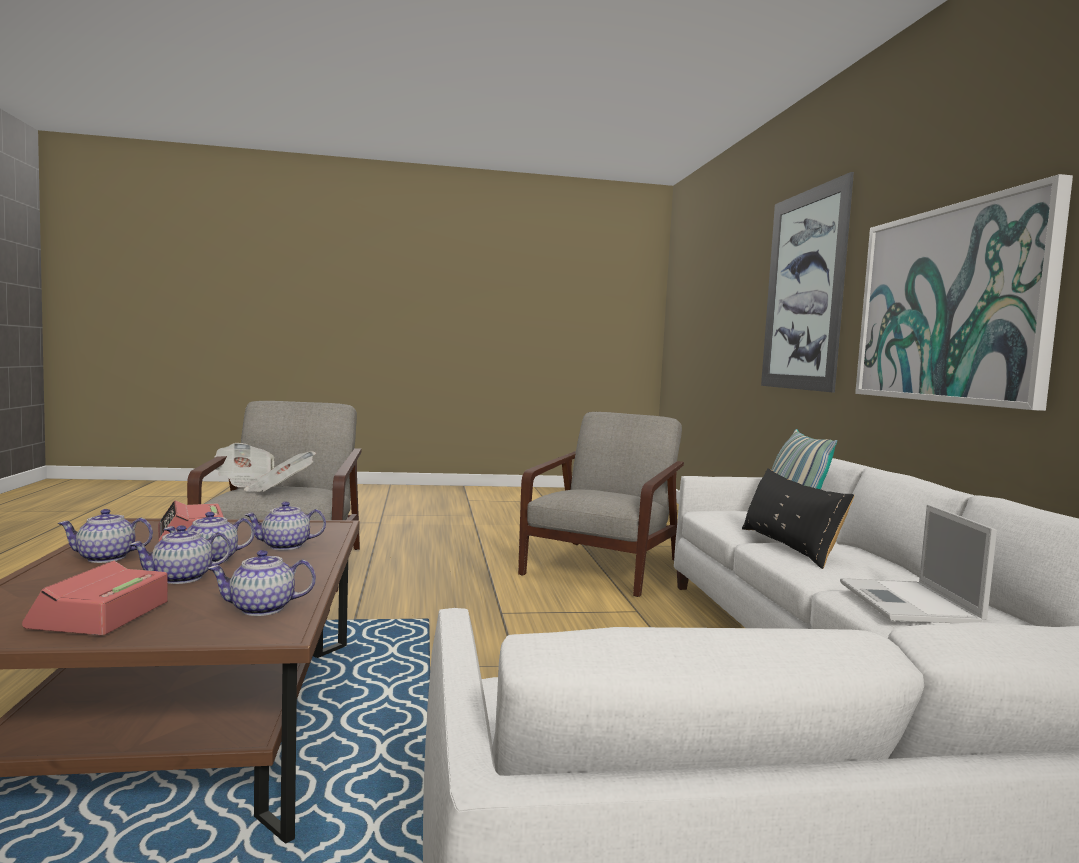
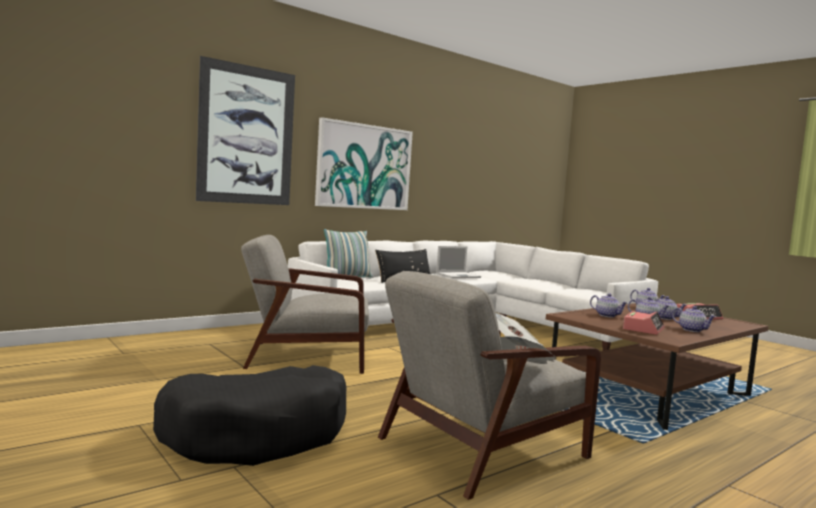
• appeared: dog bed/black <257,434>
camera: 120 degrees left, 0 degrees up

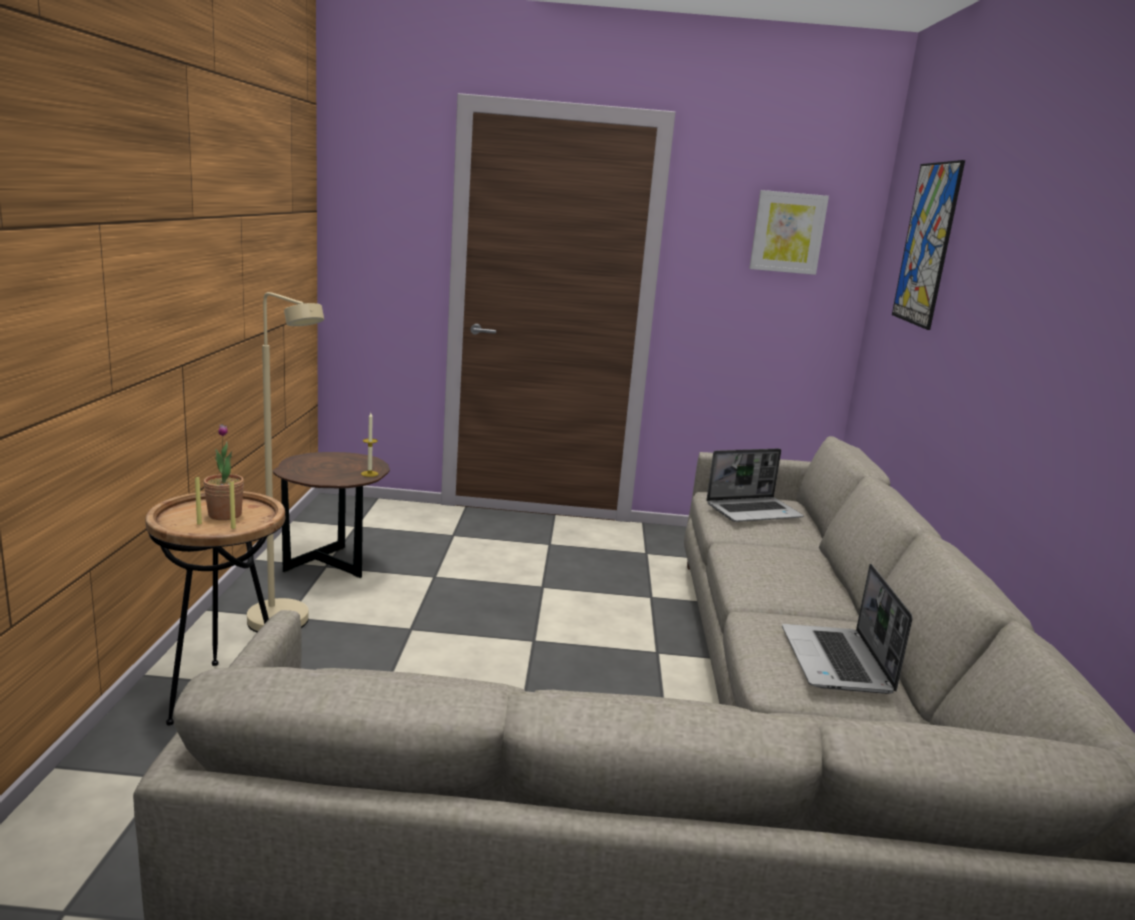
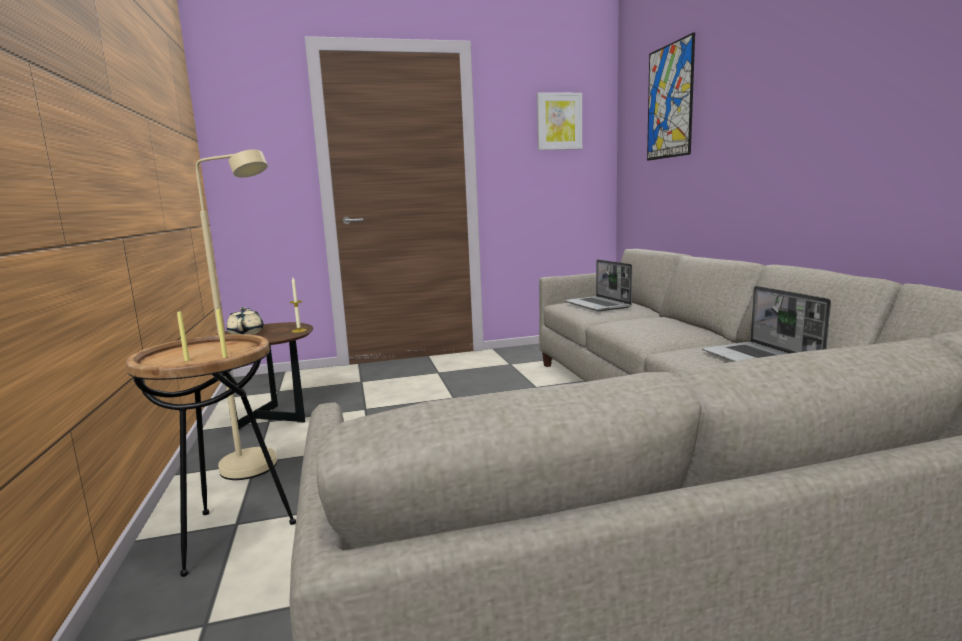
• missing: potted plant <225,515>
• spun: laptop <754,511> = <598,305> 105 degrees clockwise
• appeared: teapot/beige <246,333>
camera: 15 degrees left, 5 degrees down

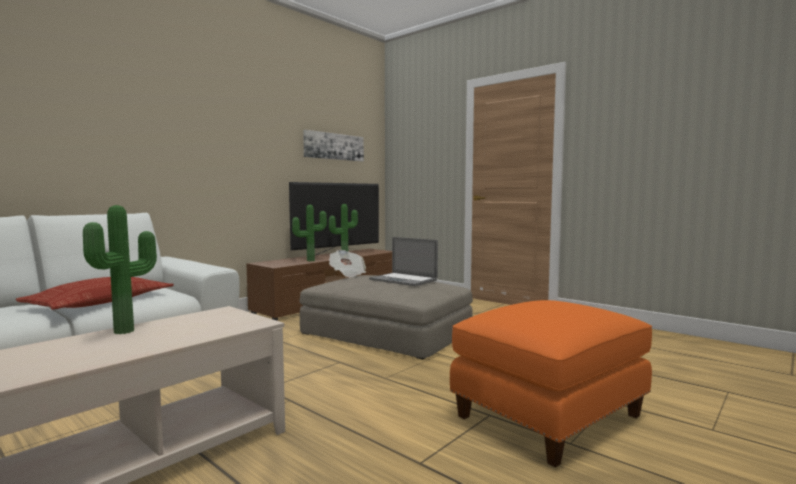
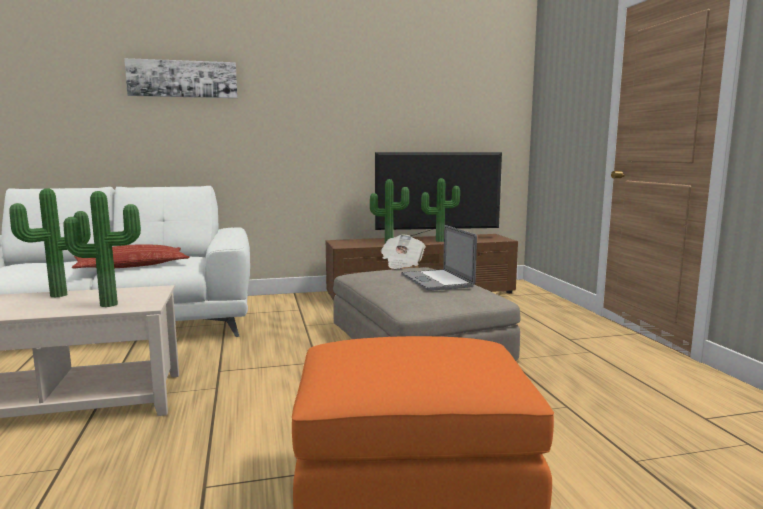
• relocated: picture <334,146> to <182,79>
• appeared: potted plant <109,304>
camera: 35 degrees right, 5 degrees up

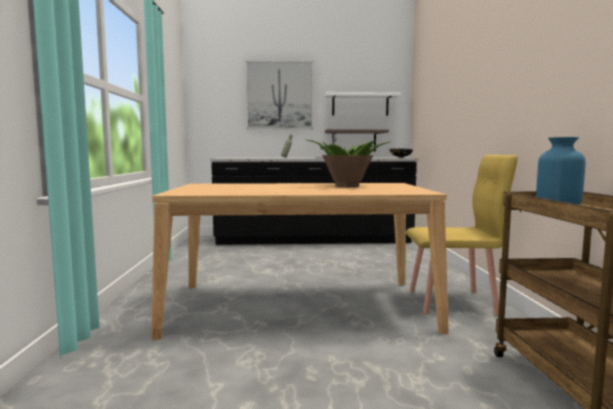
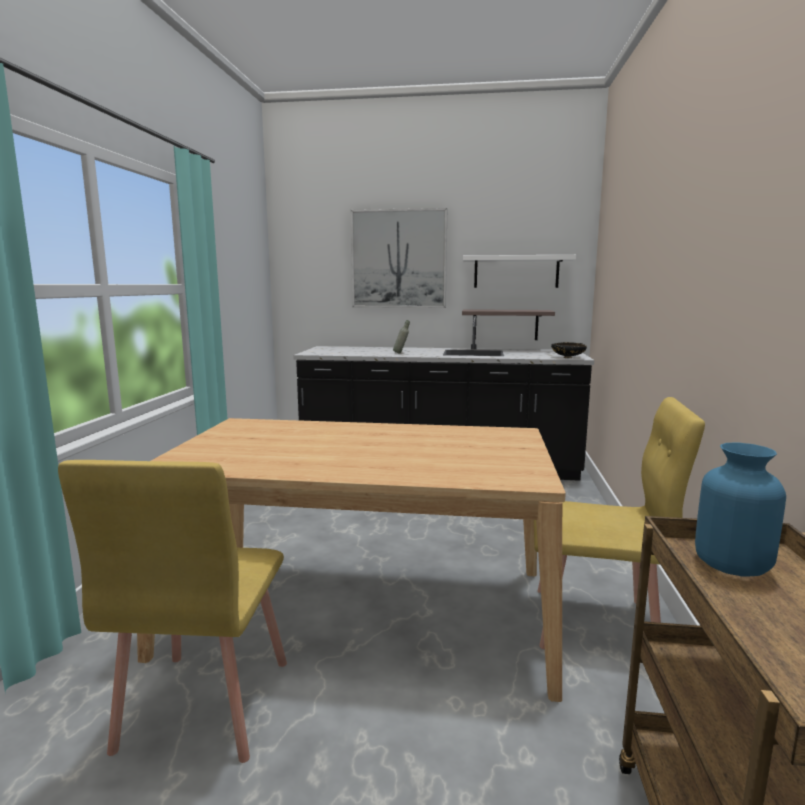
• missing: potted plant <346,186>
• appeared: chair/yellow <204,705>
camera: 10 degrees right, 5 degrees up

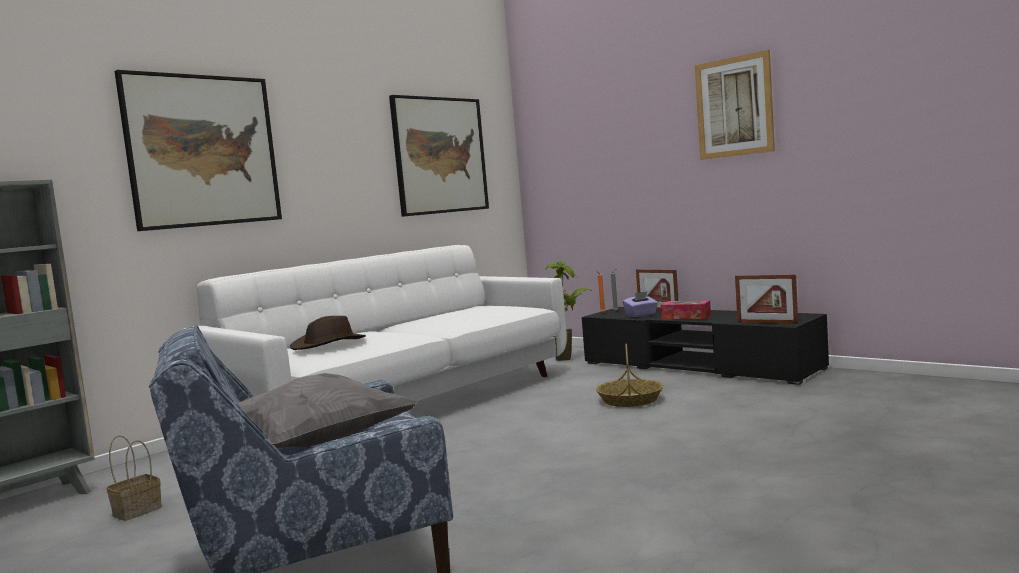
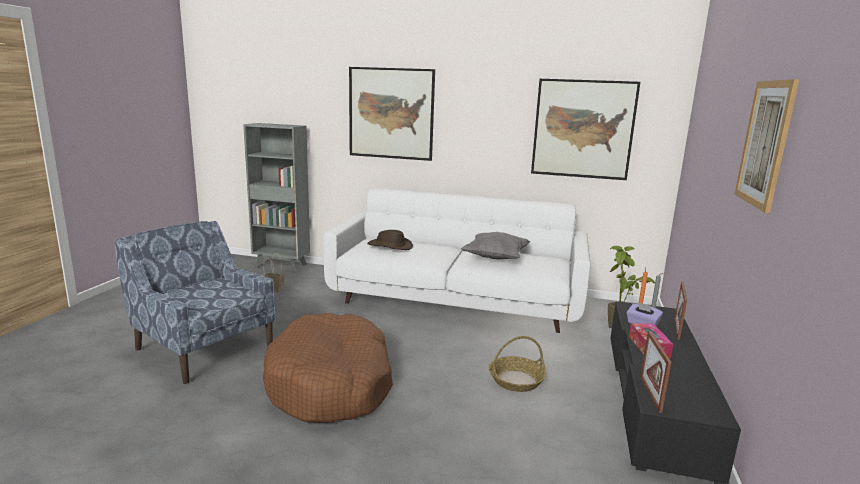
• relocated: pillow/grey <317,445> to <495,258>
• appeared: dog bed/brown <331,384>
camera: 60 degrees right, 10 degrees up

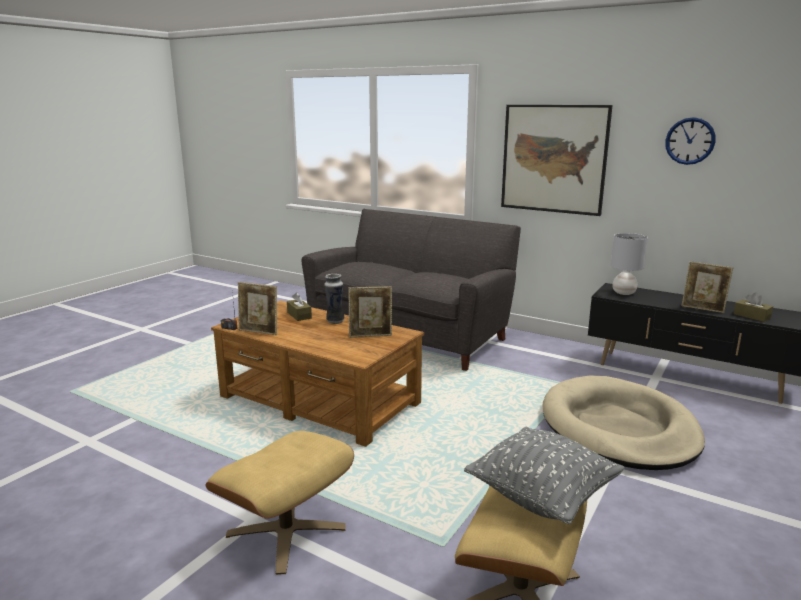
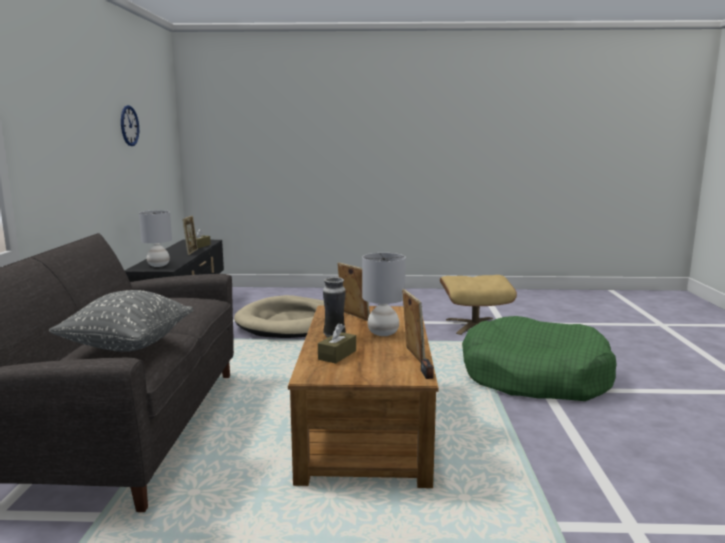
• missing: picture <554,159>
• relocated: pillow/grey <542,497> to <128,345>
• exchanged: ottoman/beige <286,531> to dog bed/green <534,377>
• appeared: table lamp/grey <383,333>
camera: 120 degrees left, 5 degrees down

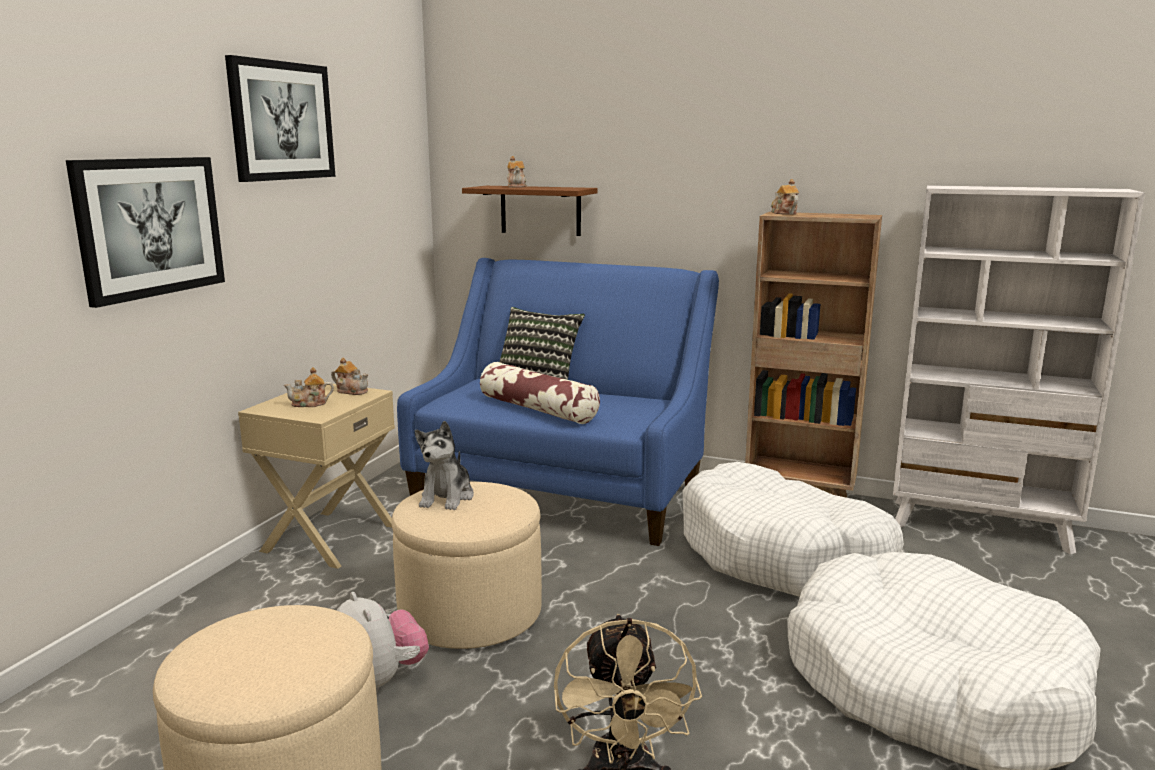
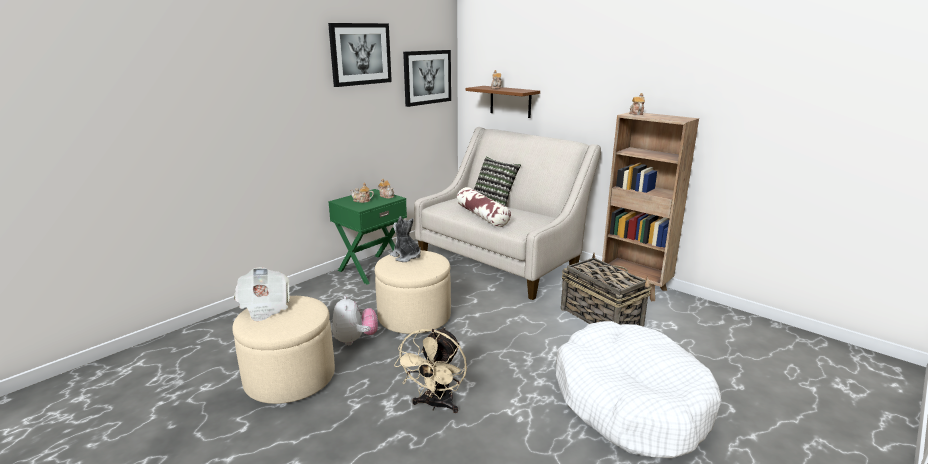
• relocated: picture <150,227> to <427,77>
• missing: bookcase/white <981,527>
• colour: sofa/blue <562,490> to sofa/beige <501,262>
• colour: nightstand/beige <328,538> to nightstand/green <371,268>
• spun: plush toy <447,497> = <406,257> 105 degrees clockwise
• exchanged: dog bed/white <783,555> to basket <600,317>
• appeared: newspaper <264,307>
camera: 20 degrees right, 5 degrees up

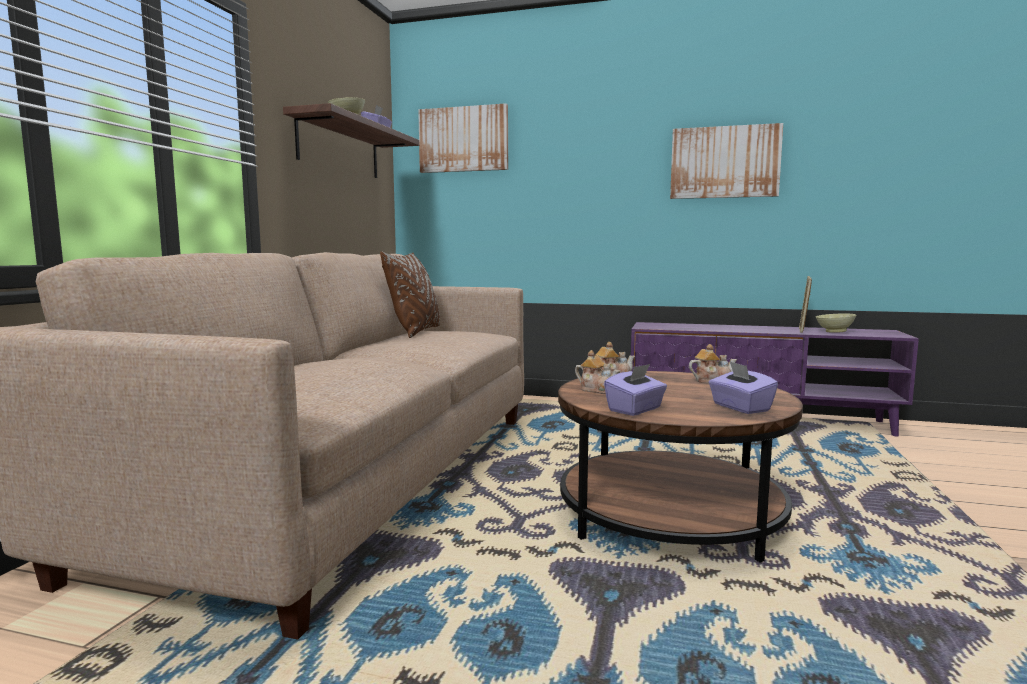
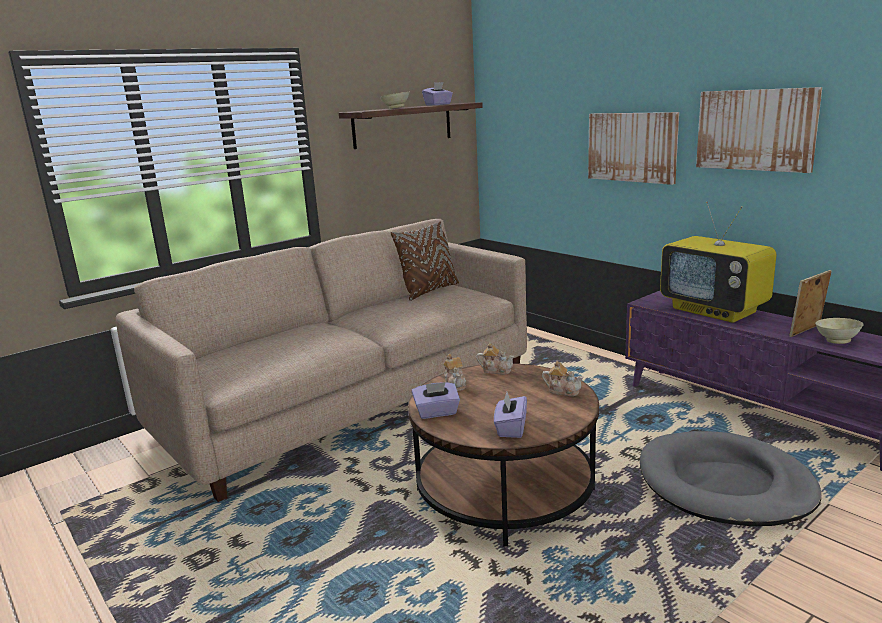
• relocated: picture <463,139> to <632,147>
• appeared: television <715,310>
• appeared: dog bed/grey <724,484>
camera: 35 degrees right, 10 degrees up

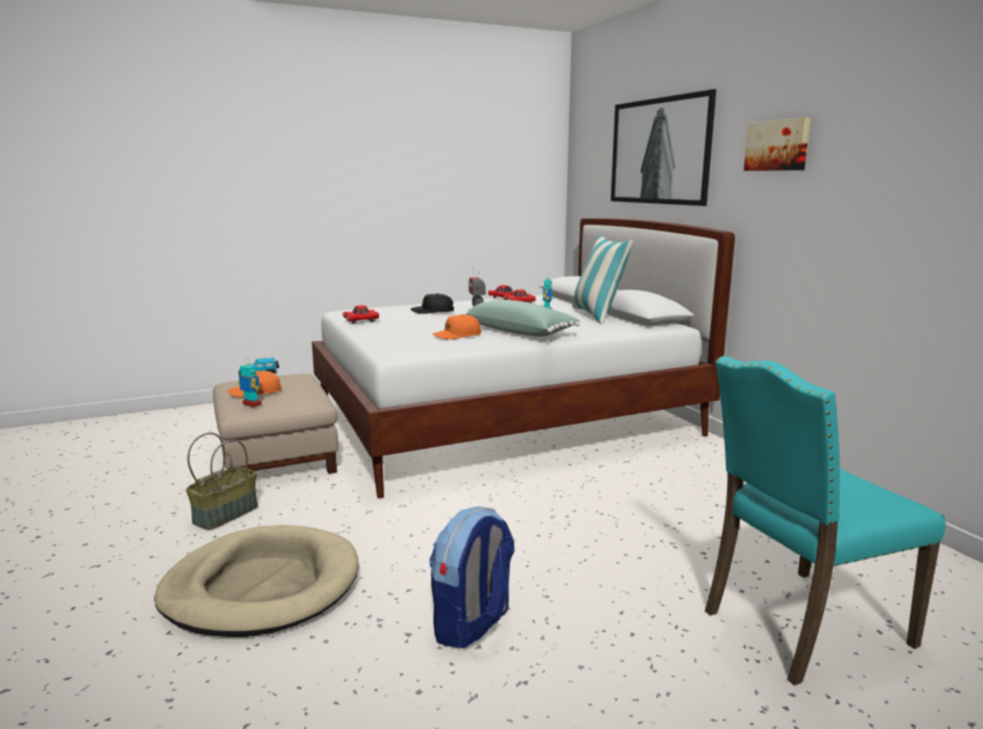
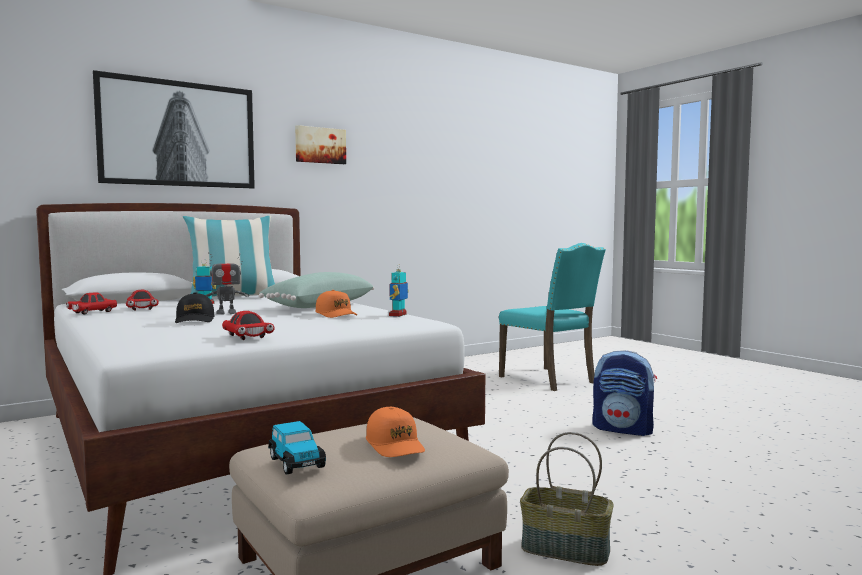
• relocated: toy robot <251,404> to <398,315>
• missing: dog bed/beige <262,587>
camera: 100 degrees left, 10 degrees down

